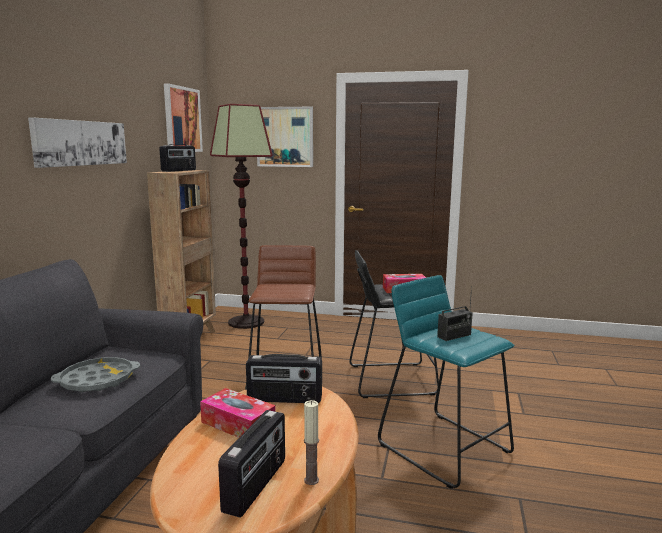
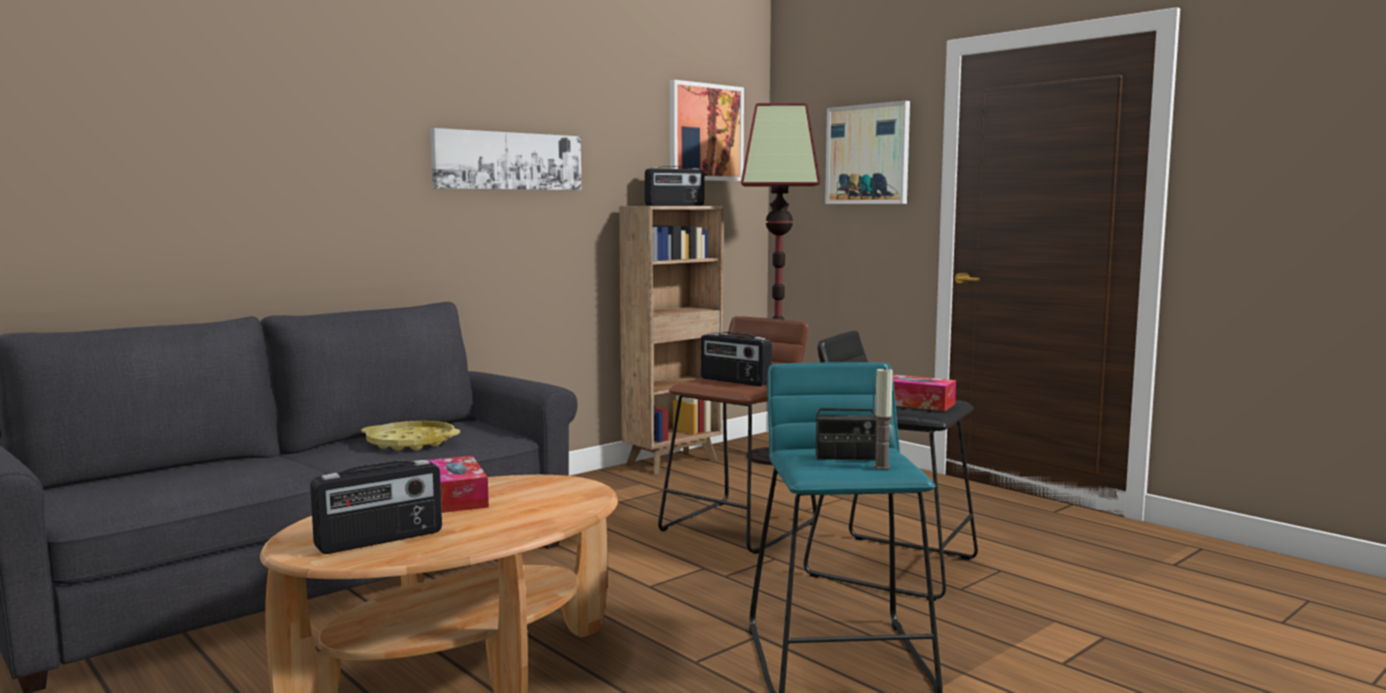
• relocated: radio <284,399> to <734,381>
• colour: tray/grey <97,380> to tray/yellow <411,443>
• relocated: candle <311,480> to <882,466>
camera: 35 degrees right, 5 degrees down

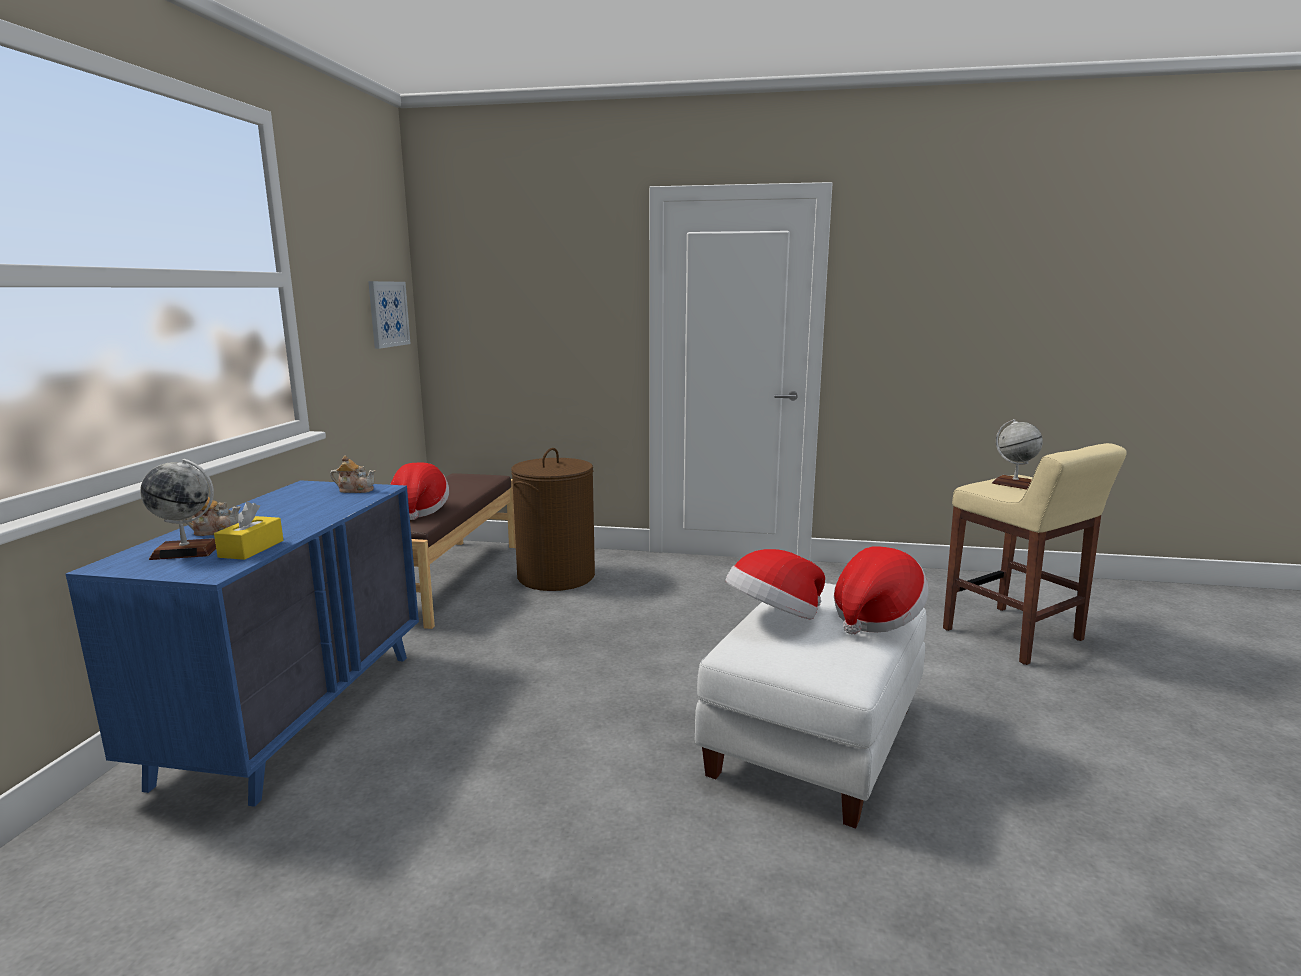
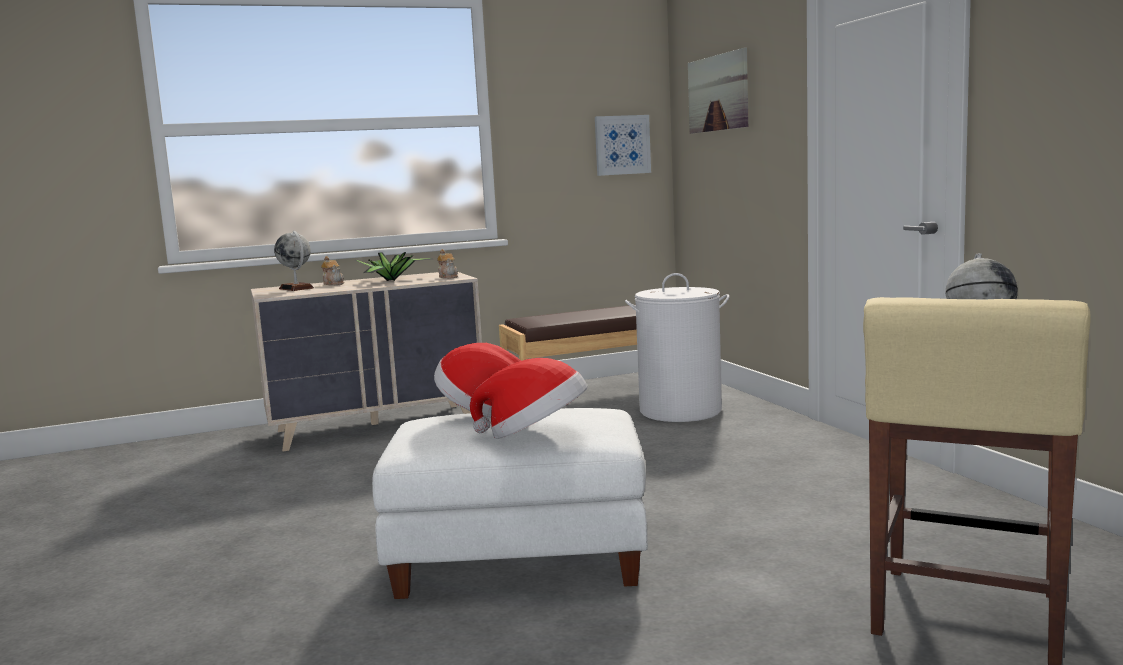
• colour: laundry basket/brown <556,576> to laundry basket/white <680,411>
• missing: hat <419,510>
• colour: dresser/blue <295,713> to dresser/beige <377,426>
• missing: tissue box/yellow <251,549>
• appeared: picture <718,93>
• appeared: potted plant <390,280>
camera: 60 degrees right, 5 degrees down

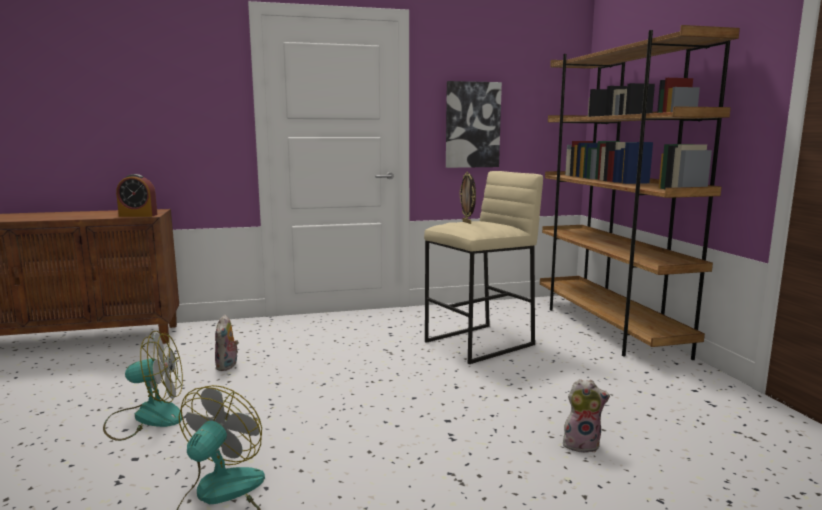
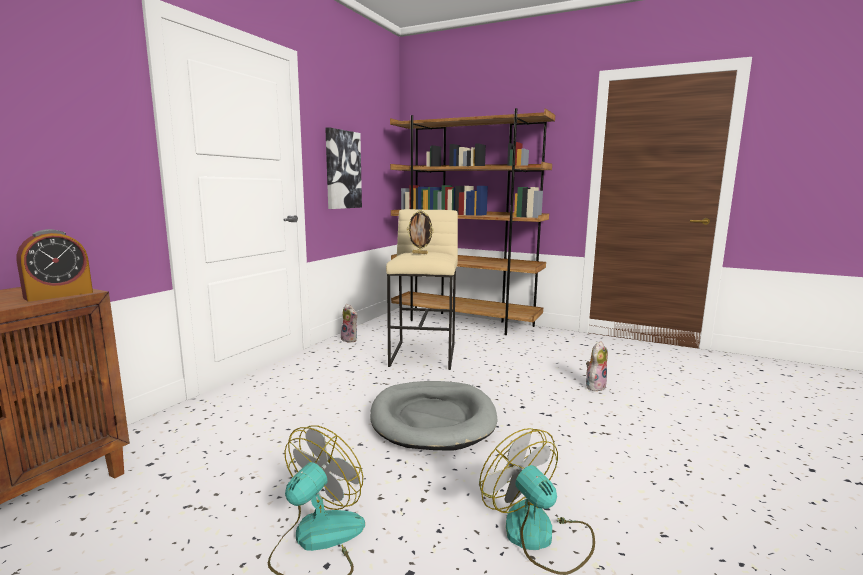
• relocated: plush toy <228,366> to <350,339>
• appeared: dog bed/grey <433,419>
camera: 50 degrees left, 0 degrees up

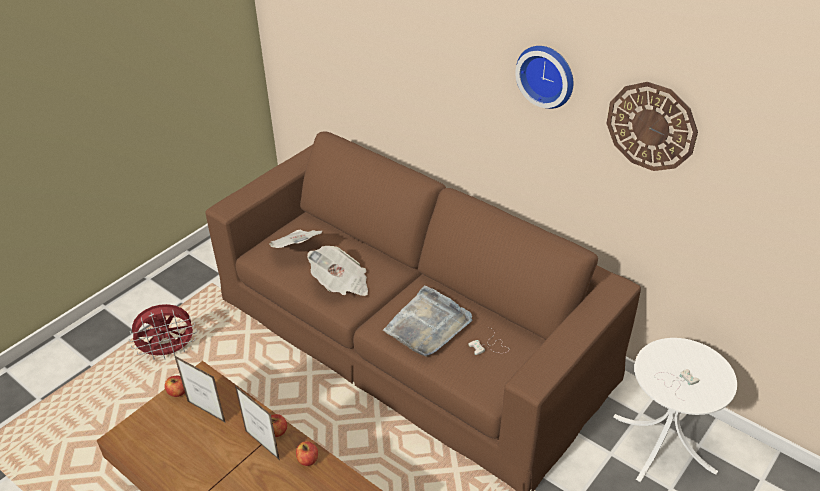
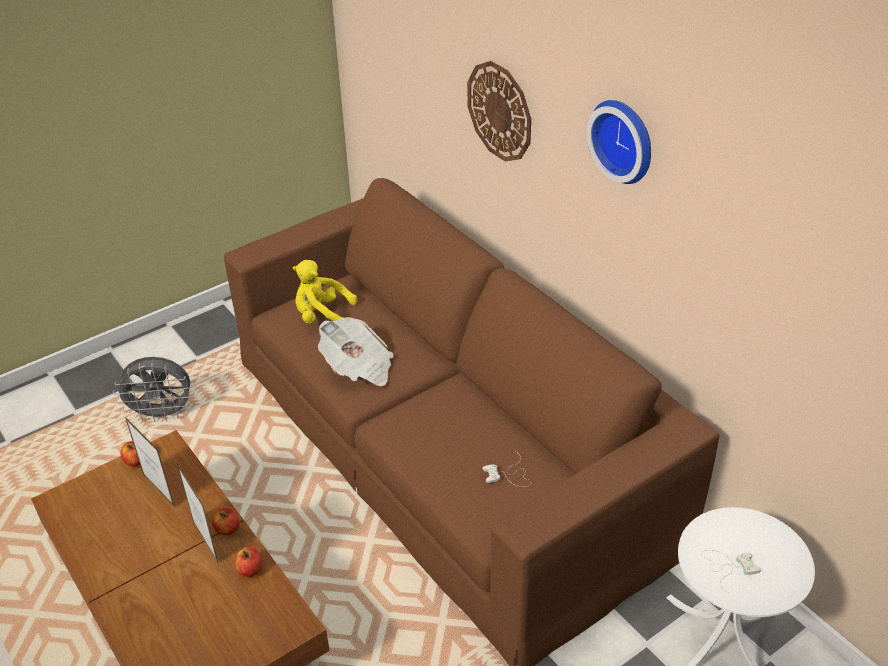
• relocated: wall clock <651,126> to <500,111>
• exchanged: newspaper <297,249> to plush toy/yellow <323,317>
• missing: tray/grey <428,325>
• colour: fan/red <169,351> to fan/grey <163,414>
camera: 15 degrees right, 0 degrees up

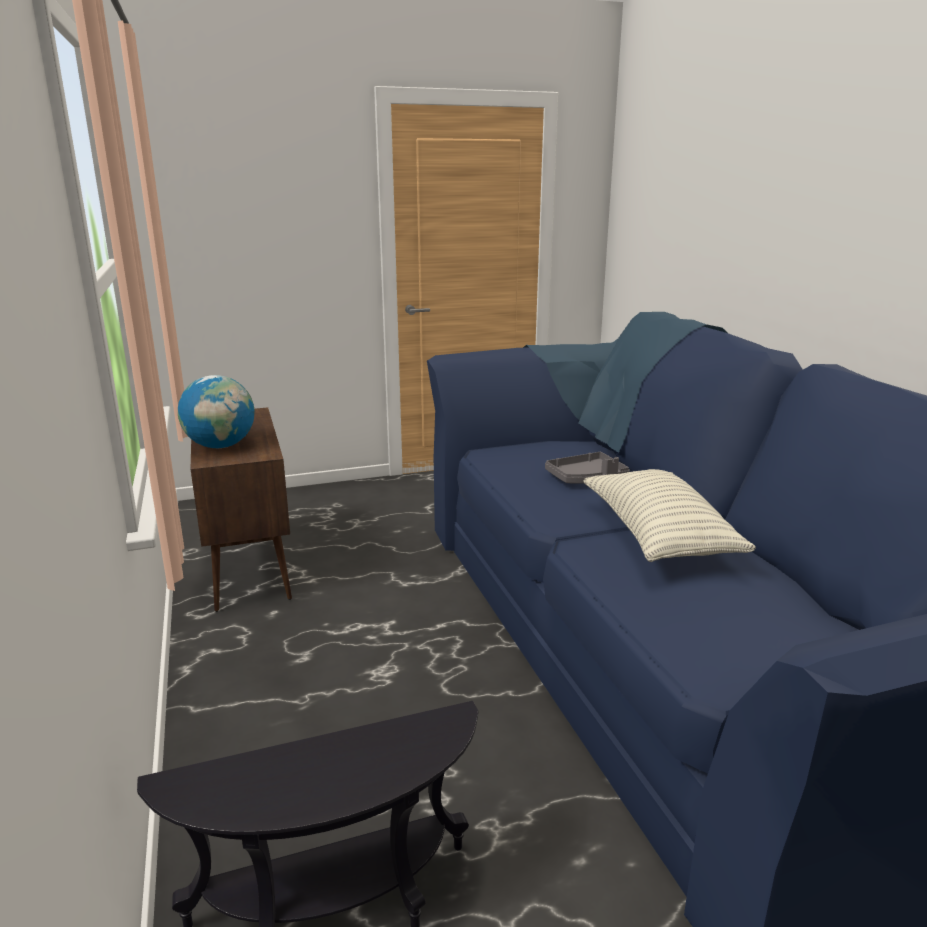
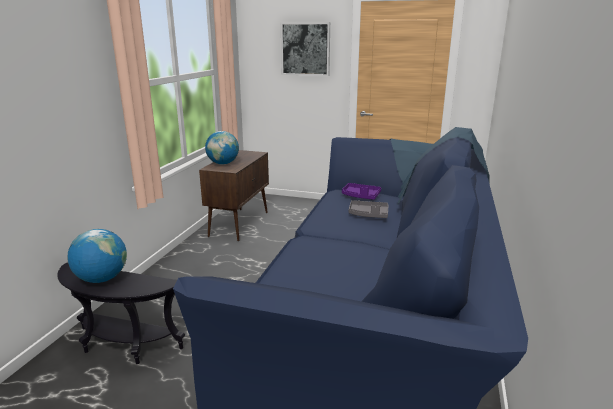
• missing: pillow <658,536>
• appeared: picture <305,49>
• appeared: tray/purple <361,196>
• appeared: globe <102,279>
camera: 35 degrees right, 0 degrees up

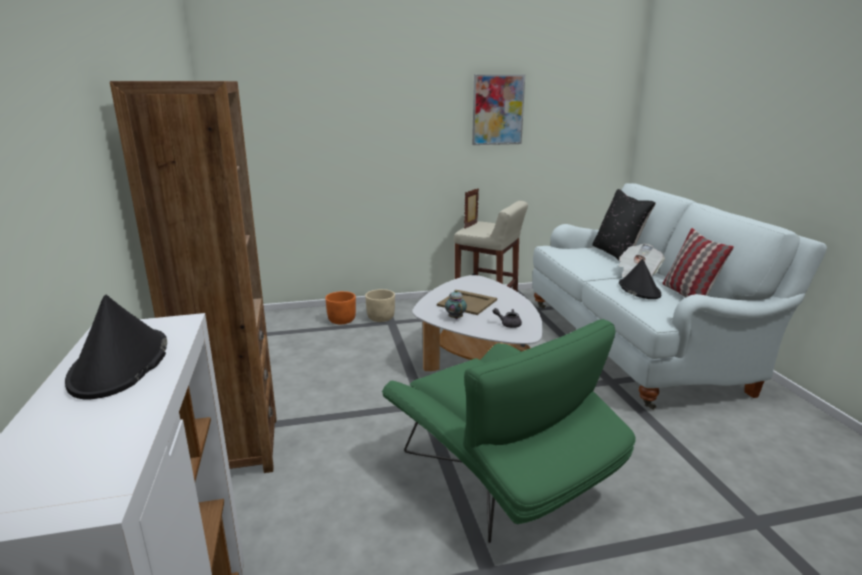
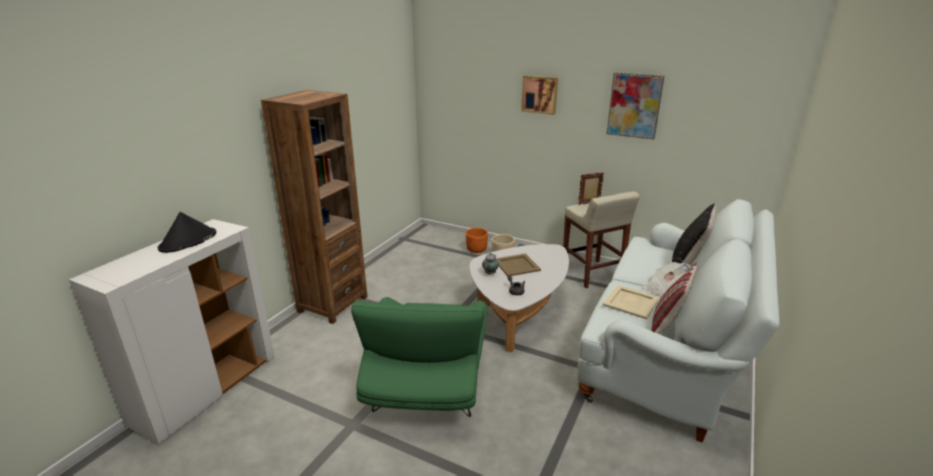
• exchanged: hat/black <639,289> to tray/beige <631,301>
• appeared: picture <540,94>
camera: 40 degrees right, 5 degrees up

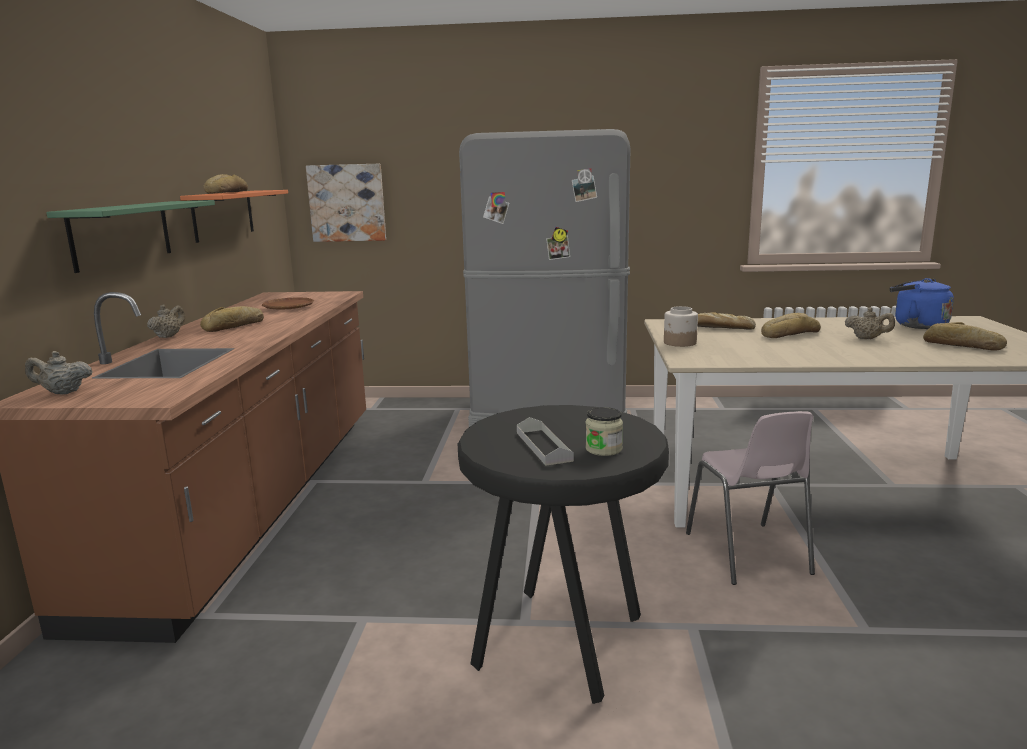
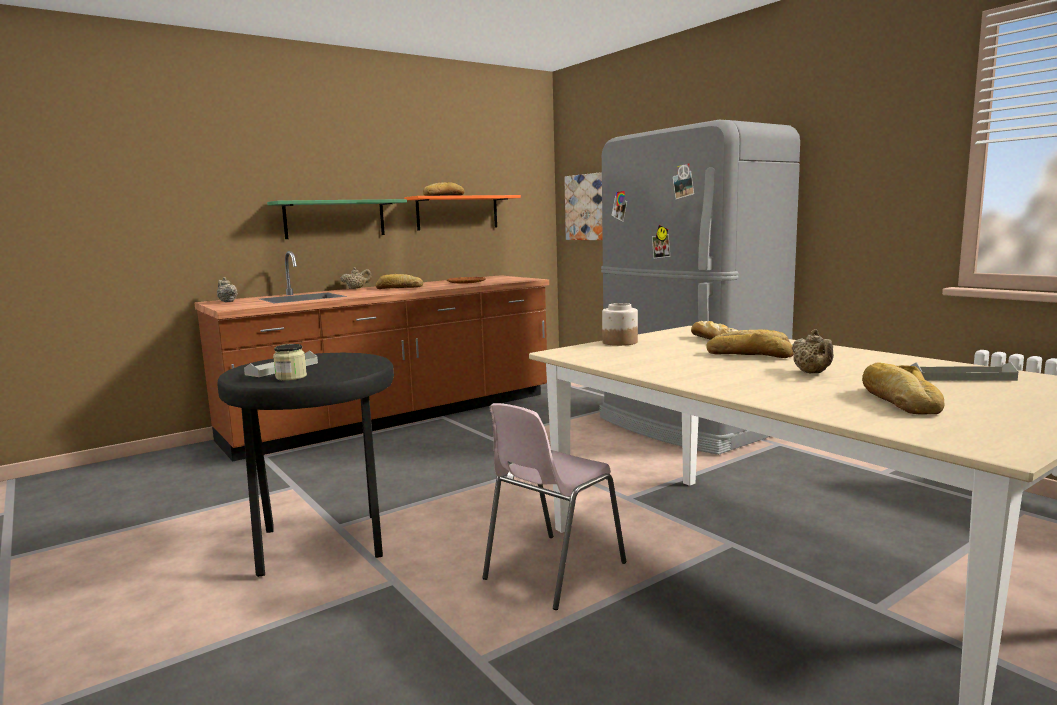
• exchanged: kettle/blue <916,325> to tray/grey <961,377>
camera: 50 degrees right, 5 degrees down

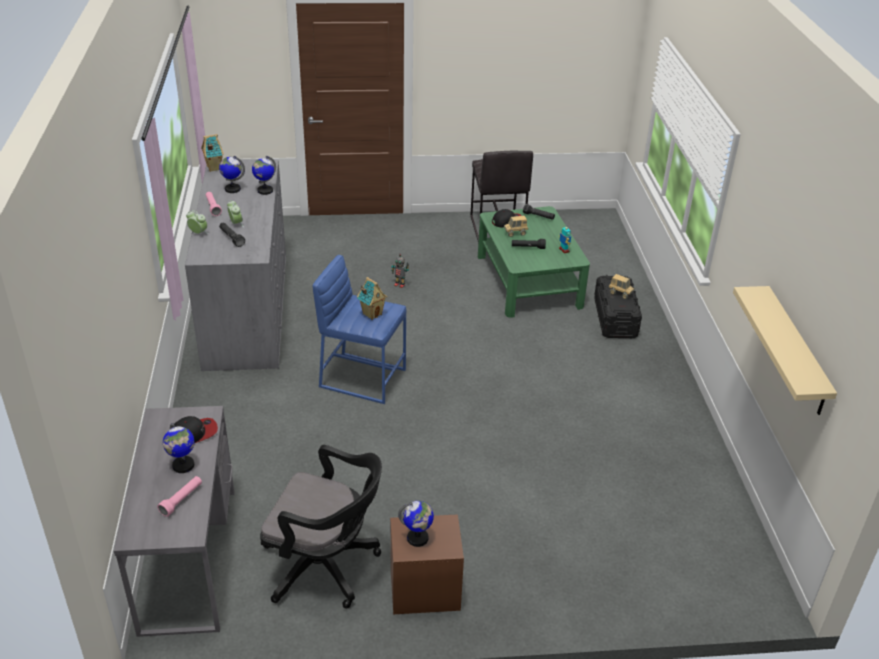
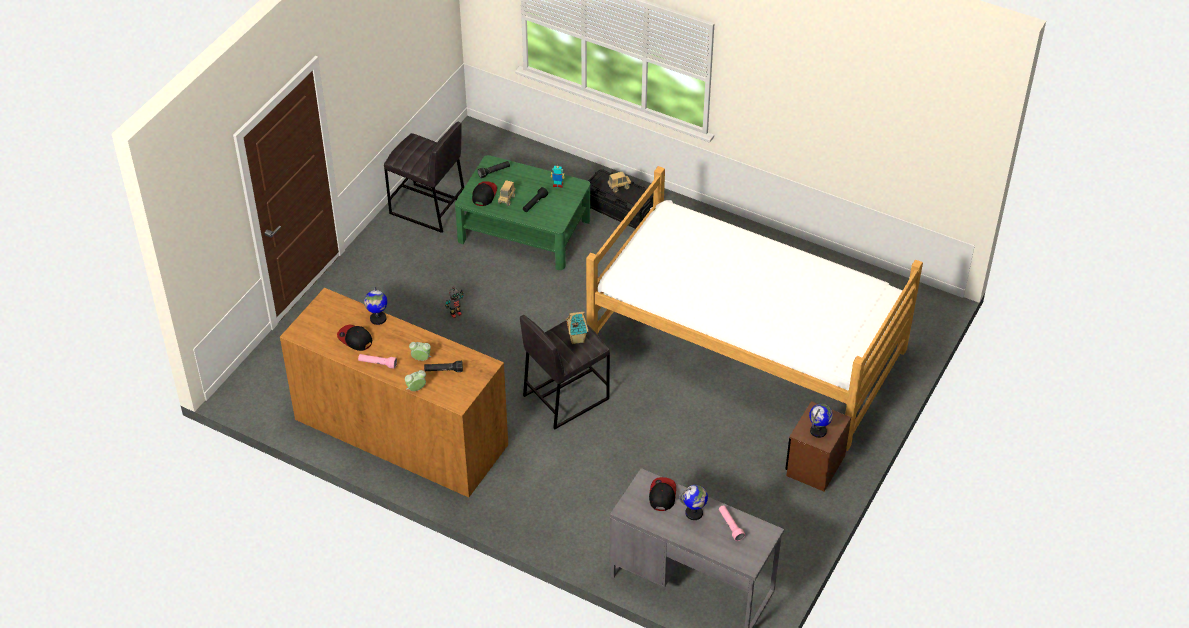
• missing: toy house <213,168>
• exchanged: globe <232,189> to cap <355,339>
• colour: dresser/grey <247,309> to dresser/brown <400,432>
• colour: stool/blue <362,377> to stool/grey <565,397>
• missing: shelf/beige <796,351>
• missing: office chair/black <326,567>
• appeared: bed <746,348>
camera: 55 degrees left, 10 degrees up

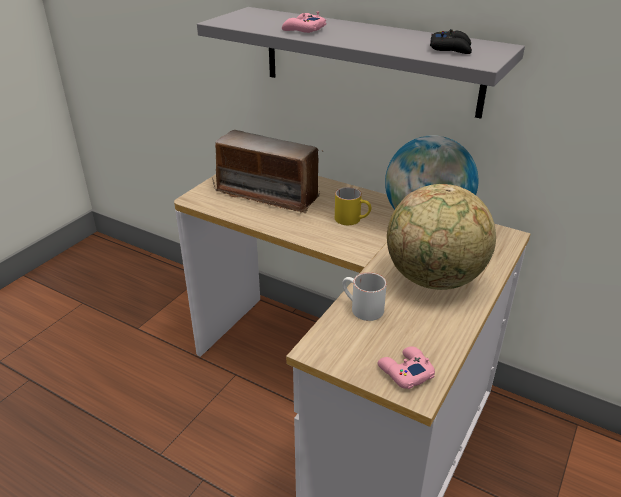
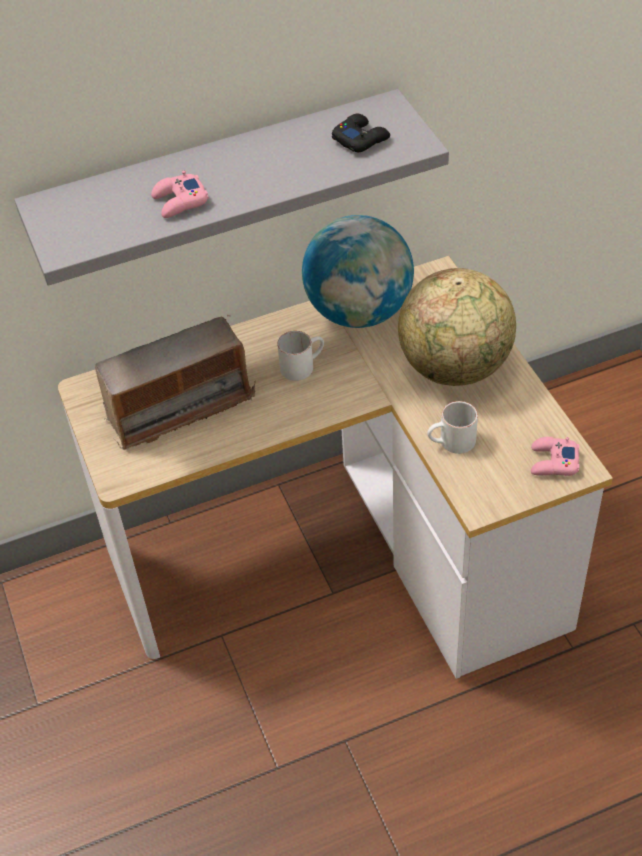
• colour: mug/yellow <352,219> to mug/white <302,365>
camera: 50 degrees left, 15 degrees up

